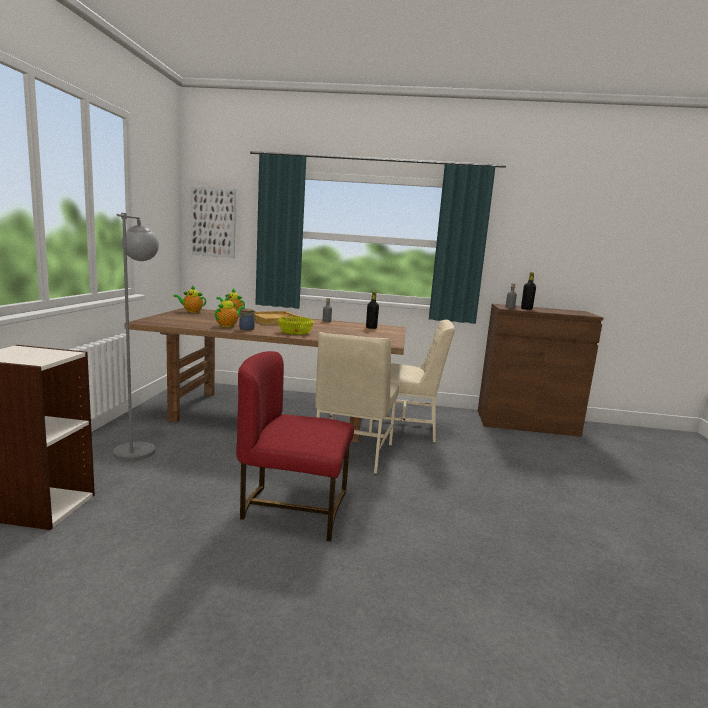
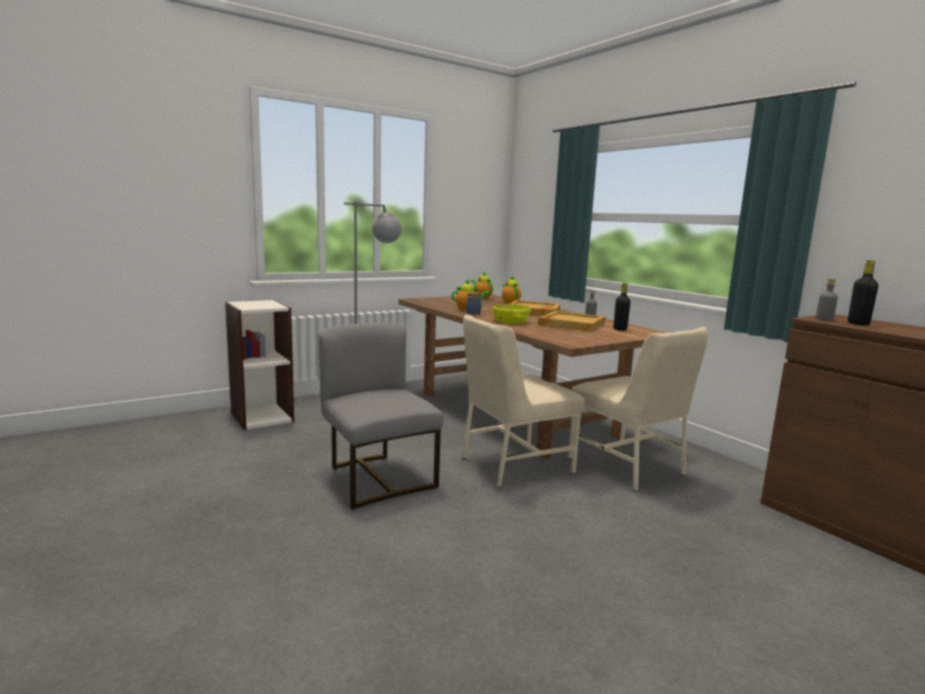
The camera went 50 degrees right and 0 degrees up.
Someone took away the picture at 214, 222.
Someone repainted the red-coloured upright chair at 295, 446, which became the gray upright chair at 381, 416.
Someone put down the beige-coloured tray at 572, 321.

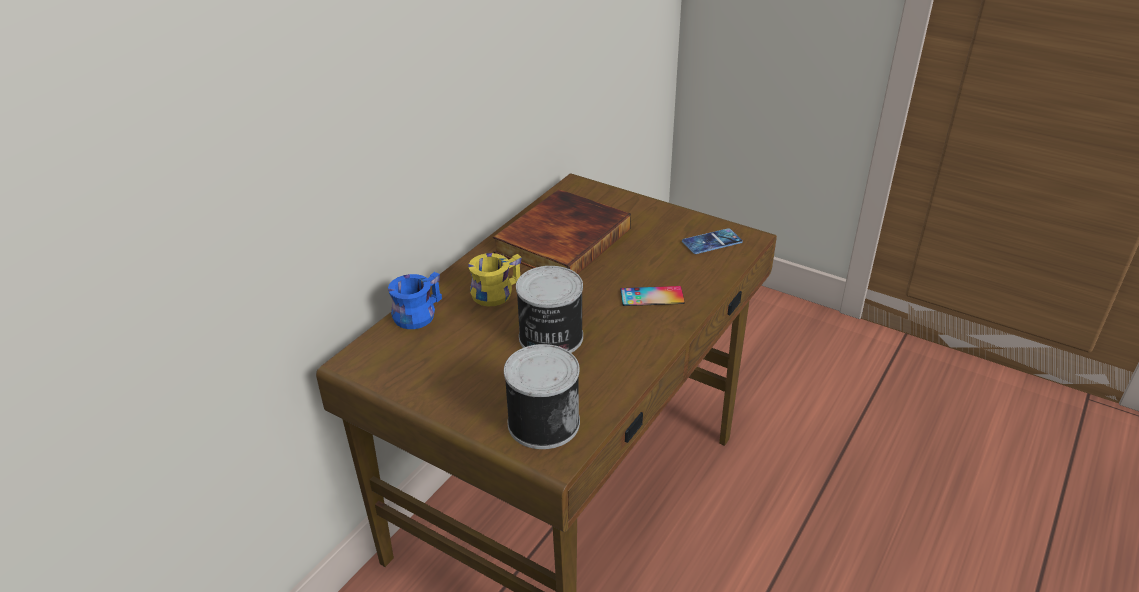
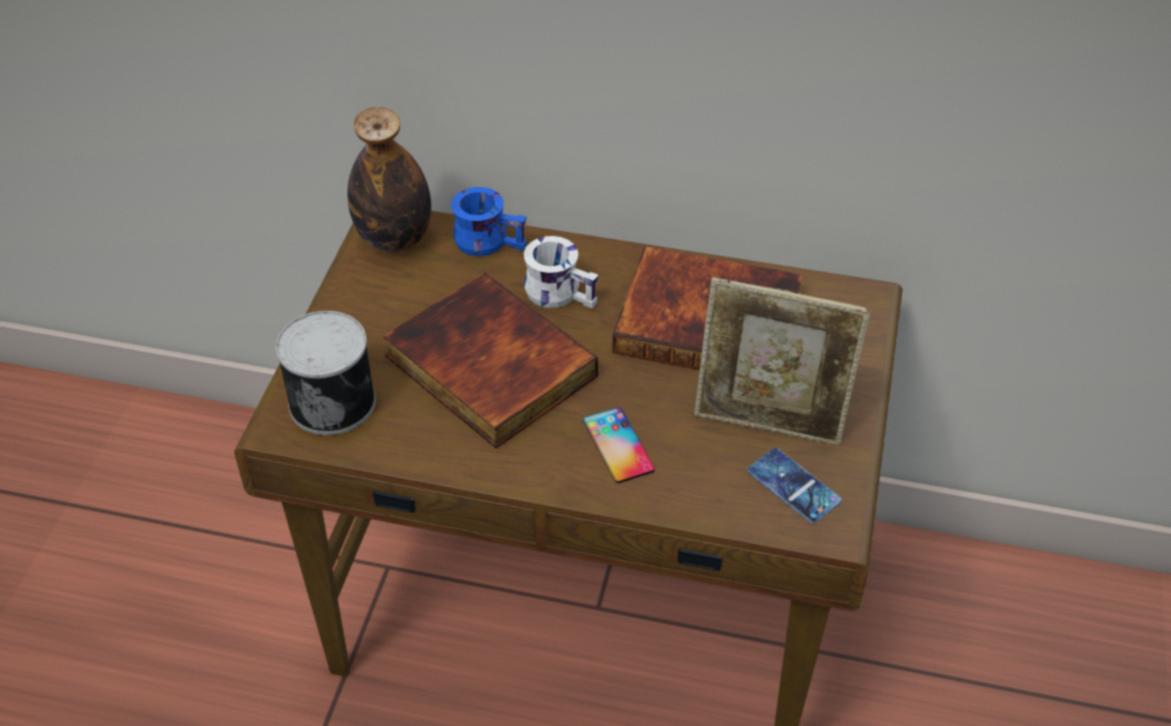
The camera went 70 degrees right and 10 degrees up.
Someone repainted the yellowish tea mug at 495, 279, which became the white-coloured tea mug at 561, 272.
Someone swapped the metal can at 549, 309 for the volume at 490, 360.
Someone put down the drink bottle at 389, 179.
Someone put down the picture frame at 782, 361.

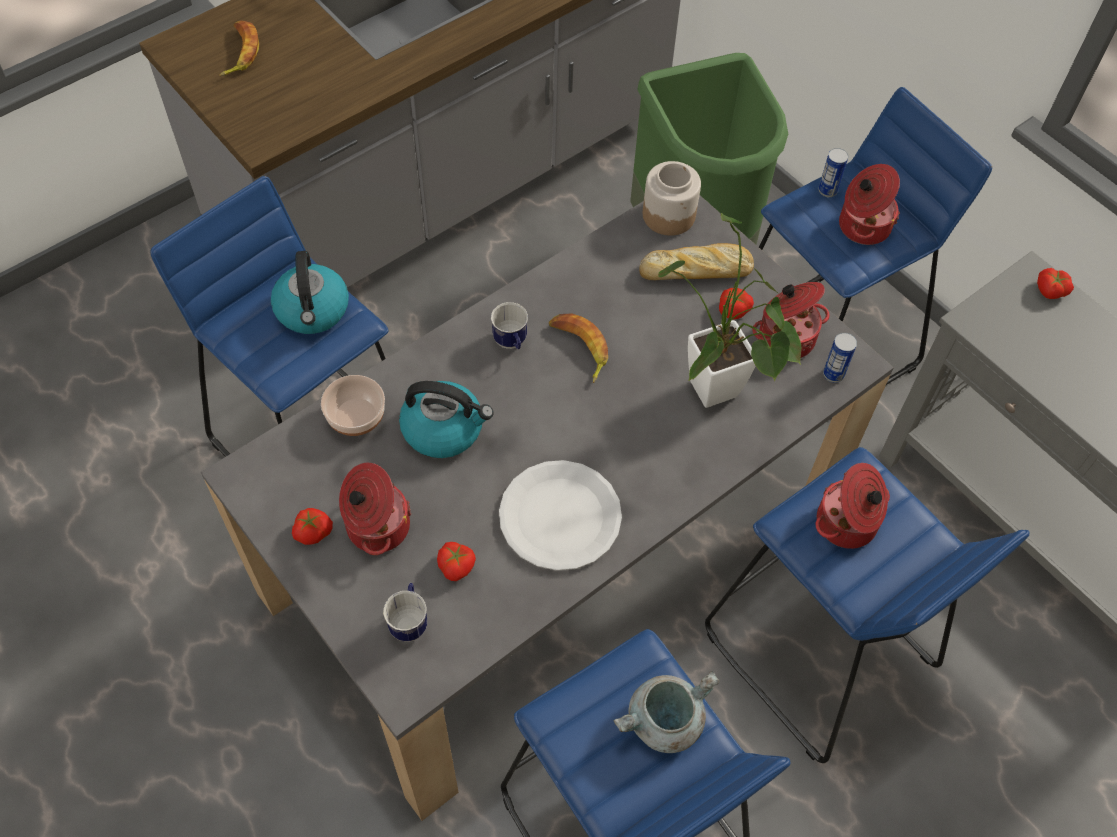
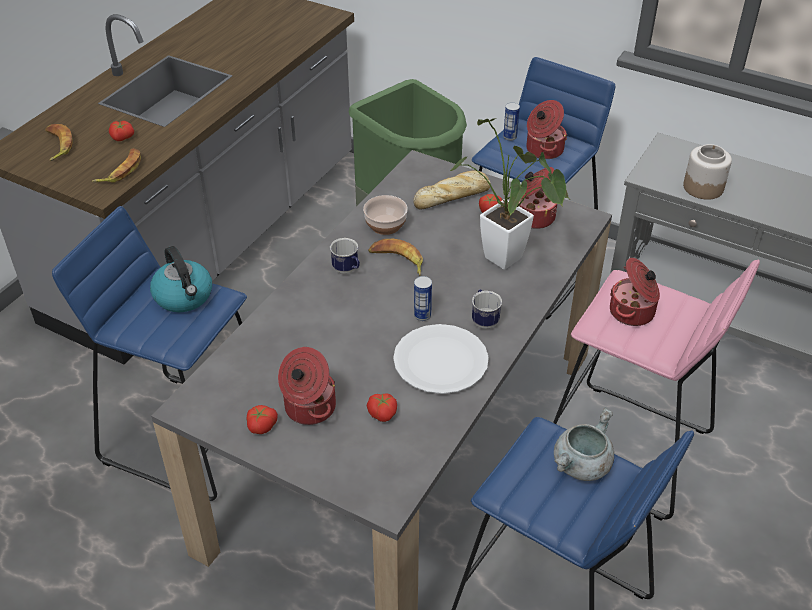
The camera went 20 degrees left and 15 degrees down.
Someone carried the serving bowl from 353, 405 to 385, 215.
Someone carried the tea mug from 405, 612 to 487, 309.
Someone took away the tea kettle at 446, 419.
Someone carried the storage jar from 672, 198 to 707, 172.
Someone repainted the bluish stool at 867, 605, which became the pink-coloured stool at 656, 390.
Someone carried the metal can from 840, 358 to 423, 298.
Someone carried the tomato from 1055, 283 to 121, 131.
Someone put down the banana fruit at 116, 165.

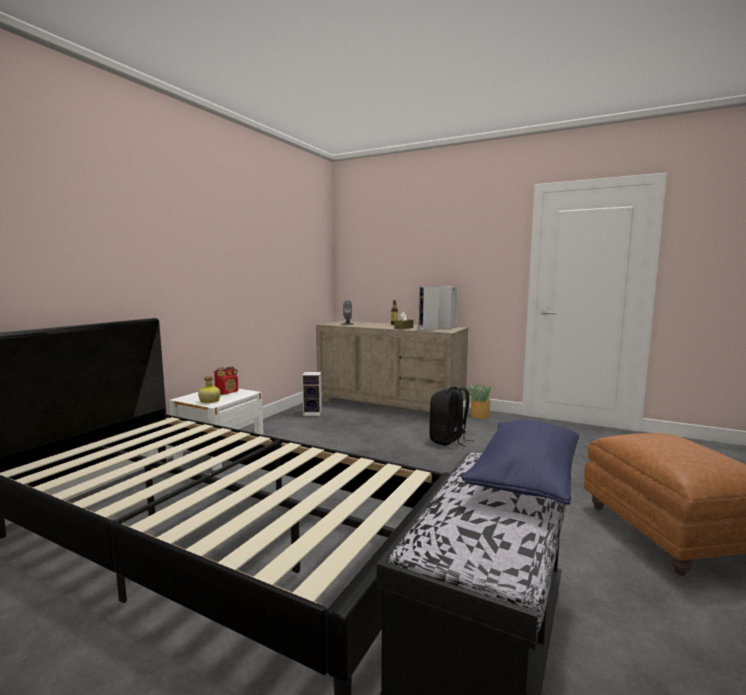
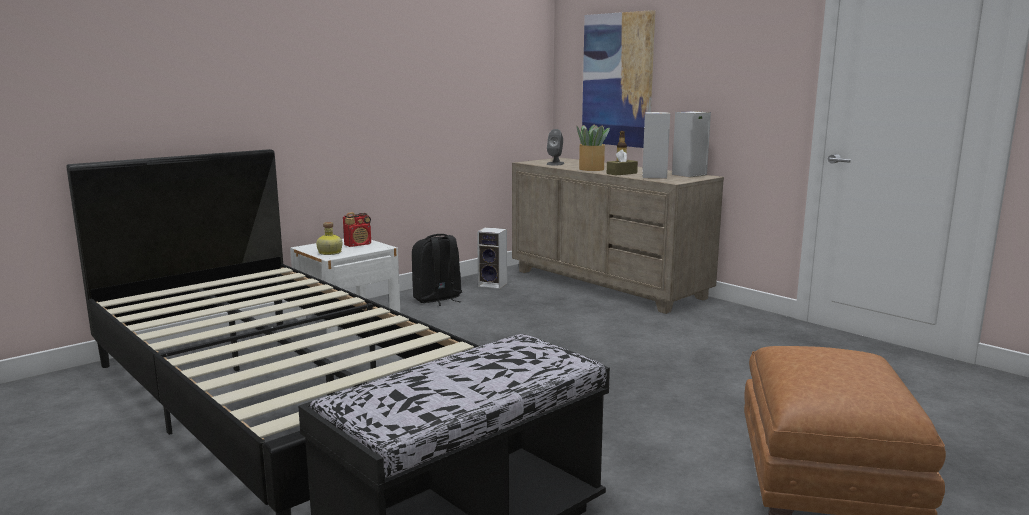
The camera went 20 degrees right and 5 degrees up.
Someone carried the black-coloured rucksack from 451, 417 to 437, 270.
Someone took away the bluish pillow at 520, 462.
Someone carried the potted plant from 480, 401 to 593, 148.
Someone put up the picture at 618, 79.

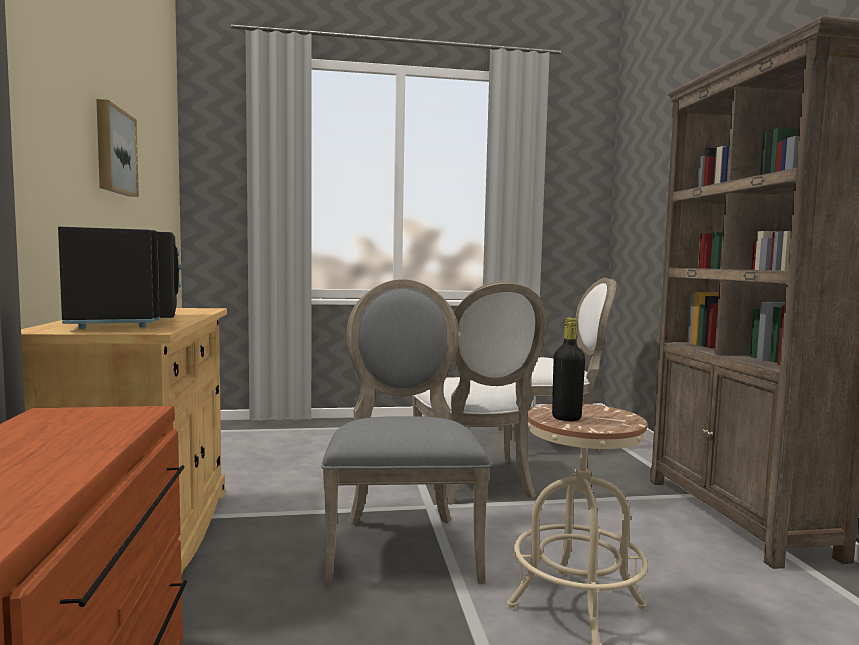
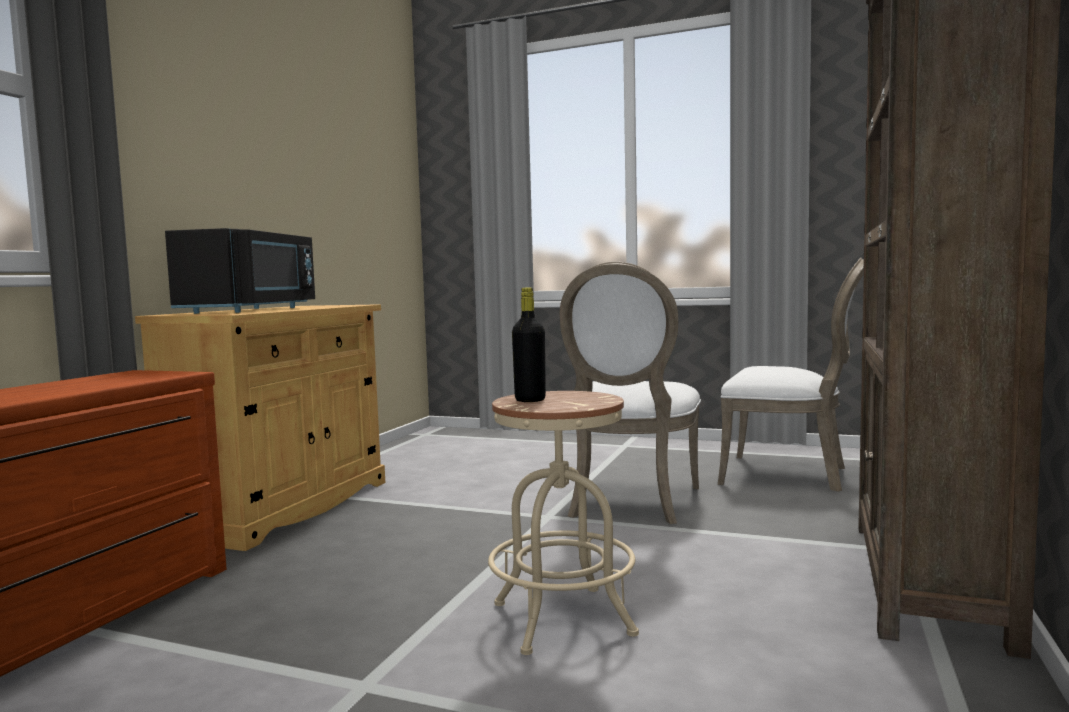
The camera went 30 degrees right and 0 degrees up.
Someone took away the picture at 117, 148.
Someone took away the gray upright chair at 406, 433.

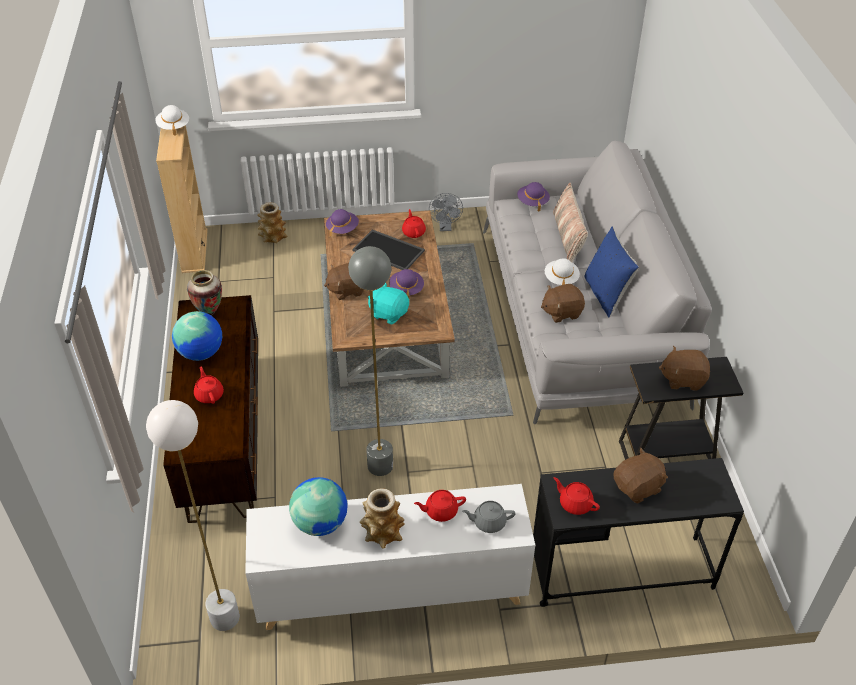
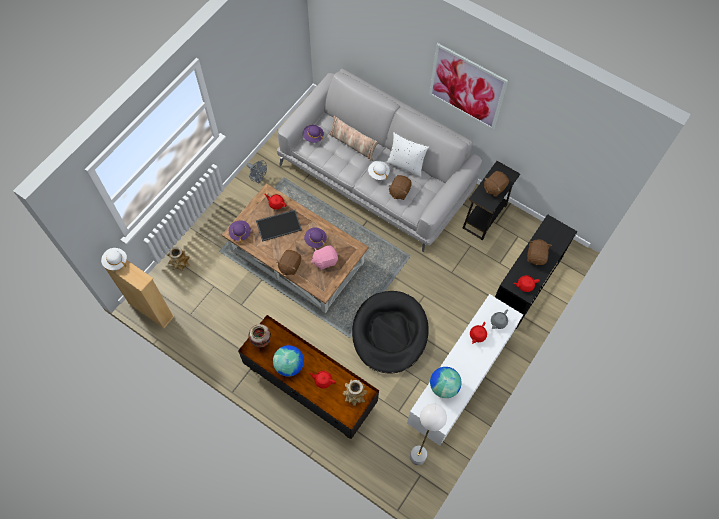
The camera went 50 degrees left and 20 degrees up.
Someone swapped the gray standing lamp at 370, 361 for the black-coloured pet bed at 390, 332.
Someone carried the vase from 382, 518 to 355, 393.
Someone repainted the turquoise-coloured plush toy at 388, 304, which became the pink-coloured plush toy at 324, 258.
Someone repainted the bluish pillow at 611, 272, which became the white-coloured pillow at 407, 154.
Someone put up the picture at 468, 86.

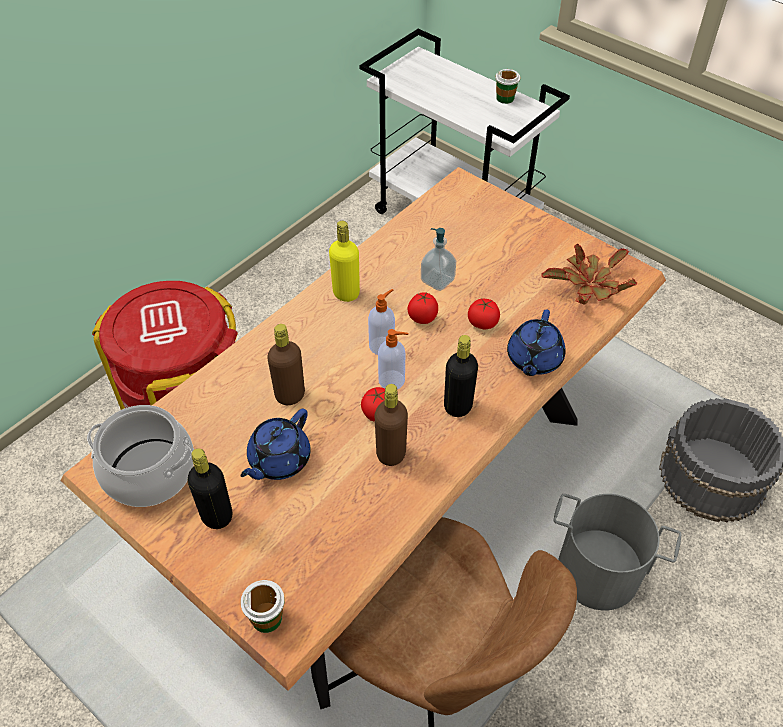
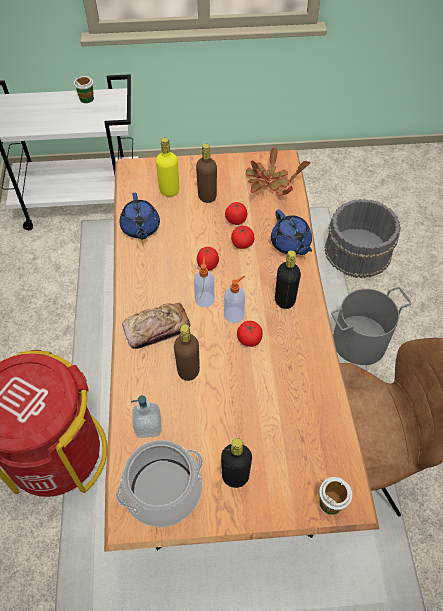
The camera went 45 degrees left and 5 degrees up.
Someone carried the bluish pot for tea from 276, 444 to 139, 216.
Someone carried the yellowish drink bottle from 344, 261 to 167, 167.
Someone carried the brownish drink bottle from 391, 425 to 206, 173.
Someone carried the liquid soap bottle from 438, 259 to 146, 416.
Someone put down the baked bread at 156, 326.
Someone put down the tomato at 236, 213.

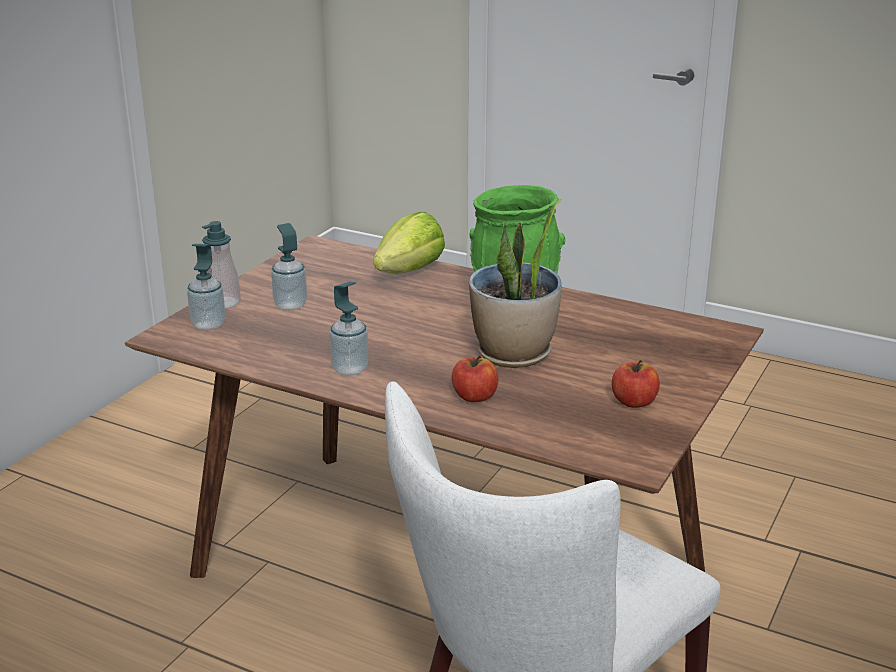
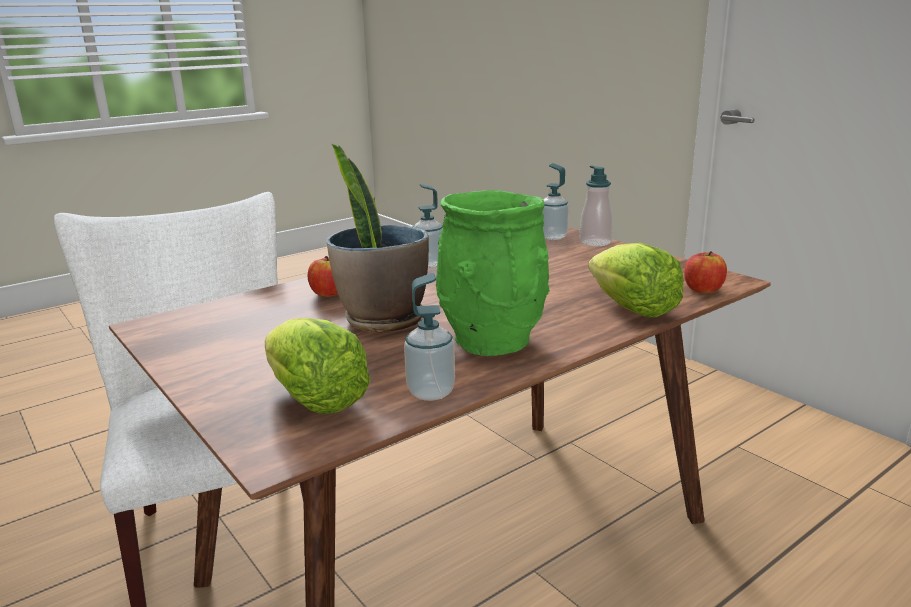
The camera went 115 degrees right and 5 degrees down.
Someone carried the liquid soap bottle from 289, 267 to 429, 337.
Someone carried the apple from 636, 384 to 705, 272.
Someone put down the lettuce at 317, 366.

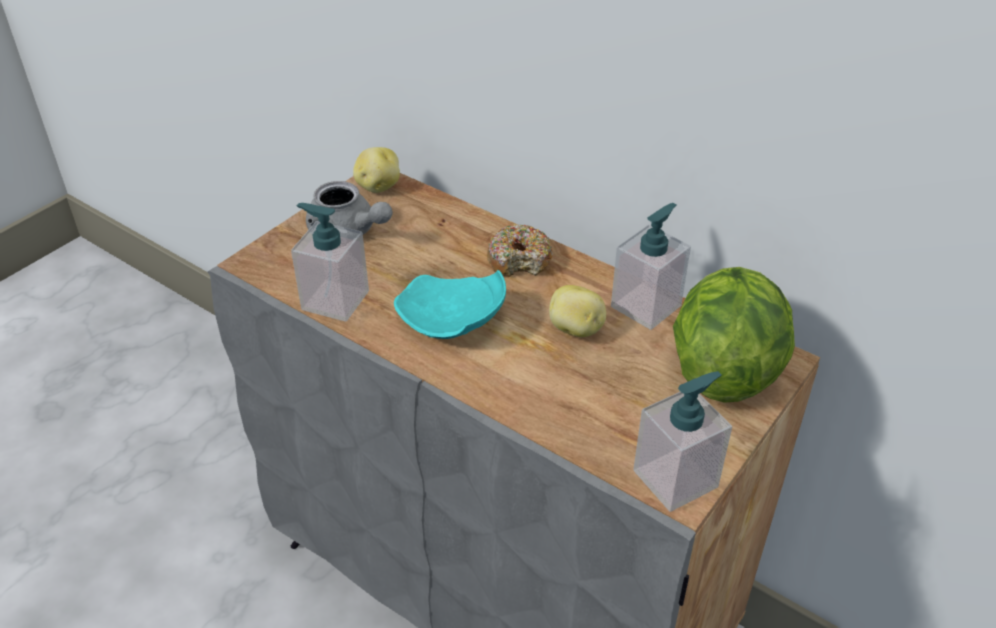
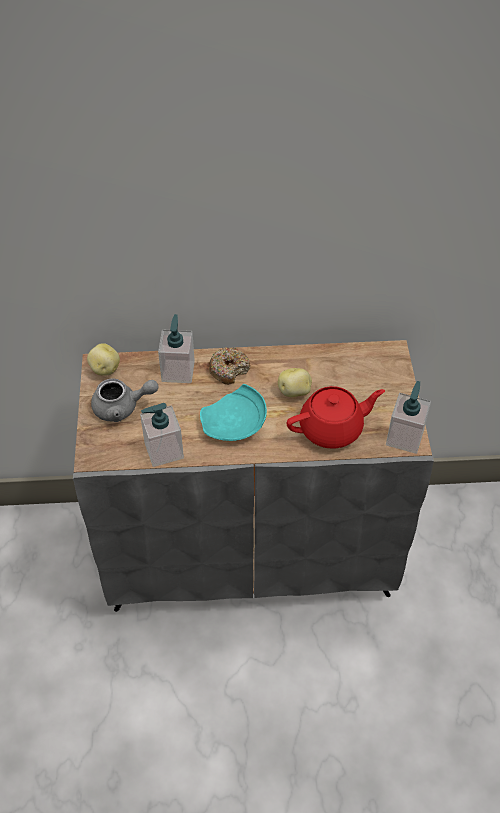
The camera went 40 degrees left and 10 degrees up.
Someone carried the liquid soap bottle from 651, 266 to 176, 348.
Someone took away the lettuce at 734, 335.
Someone put down the red-coloured pot for tea at 335, 417.

